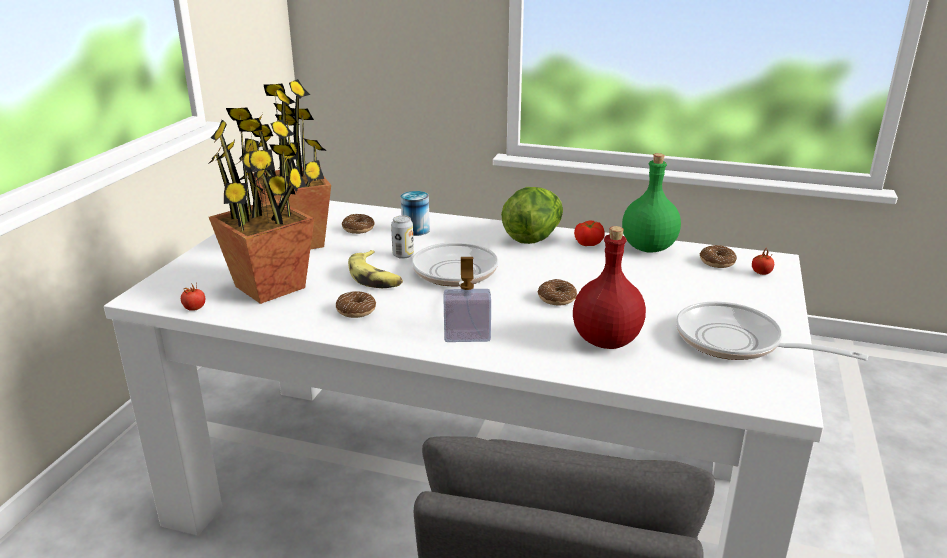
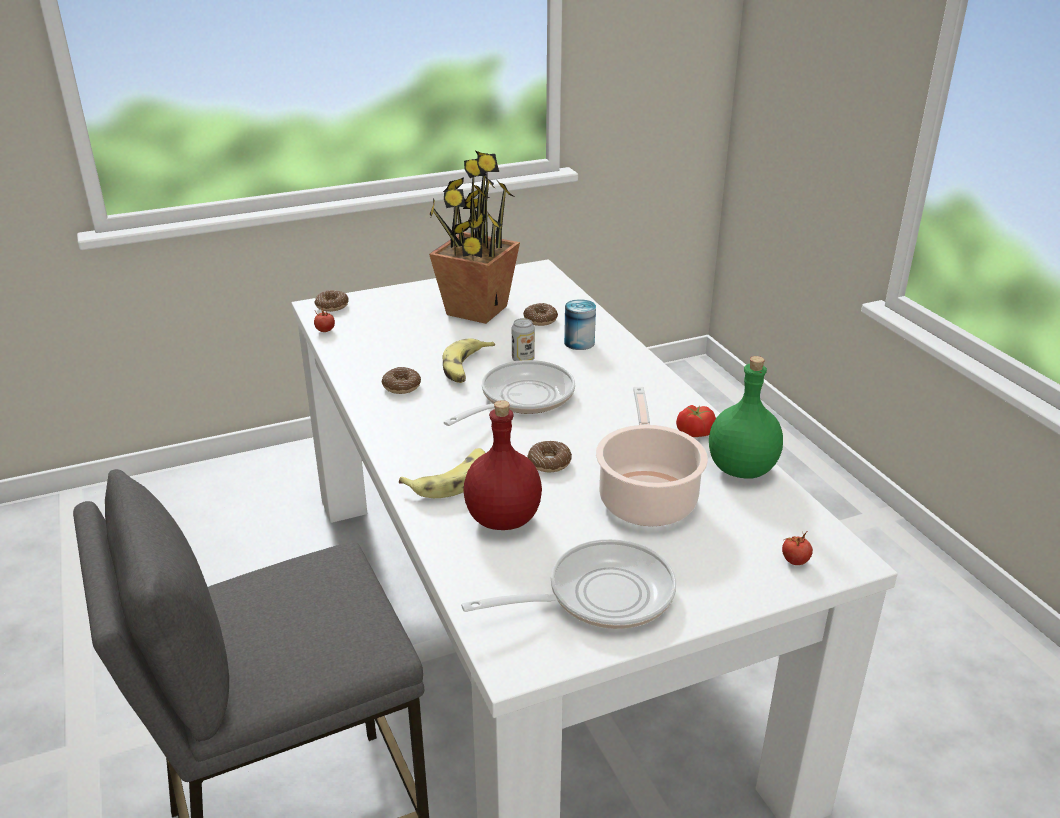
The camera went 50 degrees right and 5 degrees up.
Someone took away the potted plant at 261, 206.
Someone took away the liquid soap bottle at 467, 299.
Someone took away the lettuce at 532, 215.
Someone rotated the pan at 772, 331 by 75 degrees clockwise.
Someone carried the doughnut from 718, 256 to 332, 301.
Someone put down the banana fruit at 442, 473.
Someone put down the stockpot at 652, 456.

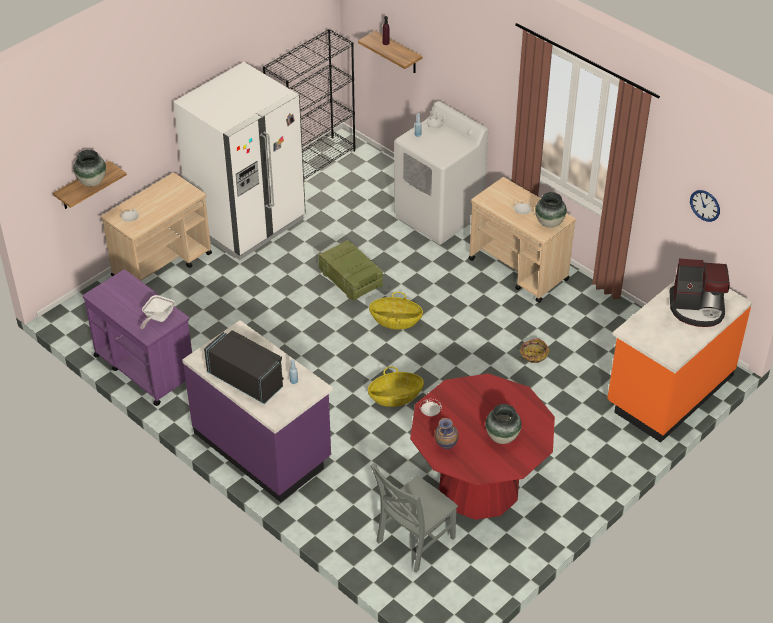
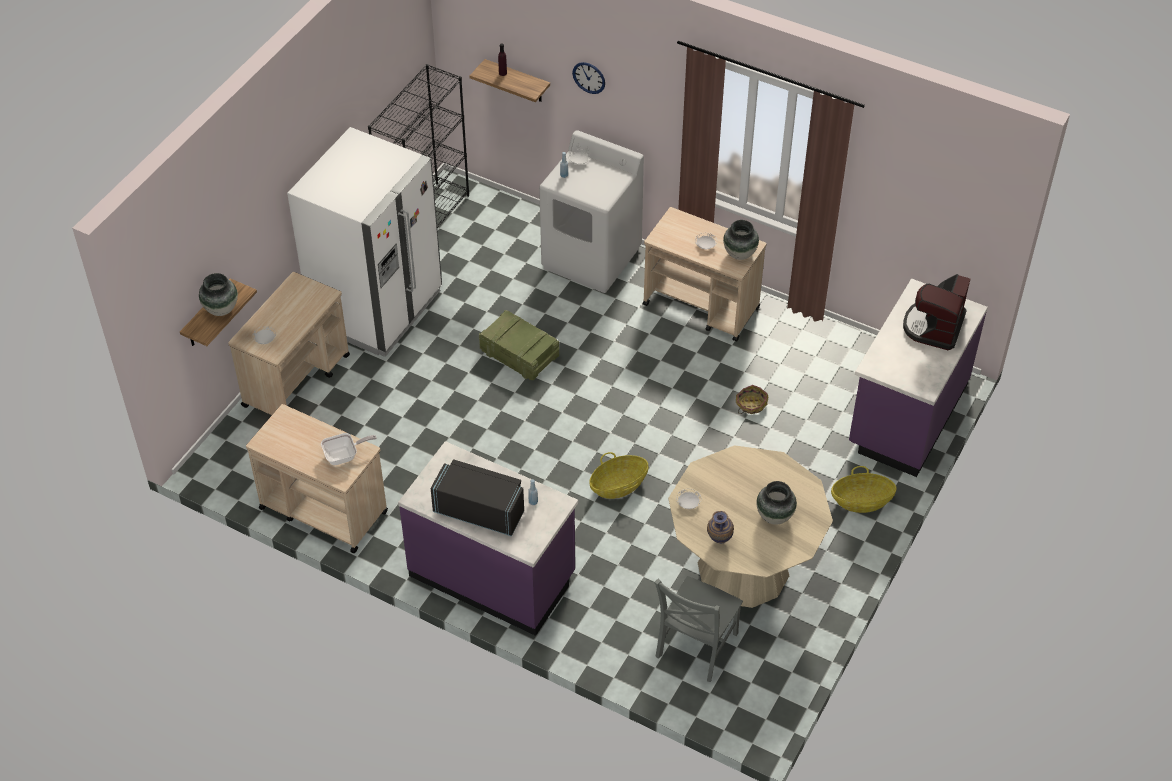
The camera went 15 degrees left and 5 degrees up.
Someone repainted the purplish wheeled cart at 137, 337, which became the beige-coloured wheeled cart at 317, 478.
Someone rotated the pan at 157, 312 by 120 degrees counterclockwise.
Someone carried the basket from 396, 311 to 864, 489.
Someone repainted the red-coloured dining table at 482, 446, which became the beige-coloured dining table at 750, 526.
Someone repainted the orangey kitchen base unit at 679, 362, which became the purplish kitchen base unit at 918, 377.
Someone rotated the coffee machine at 700, 293 by 120 degrees clockwise.
Someone carried the clock on the wall from 705, 206 to 588, 78.

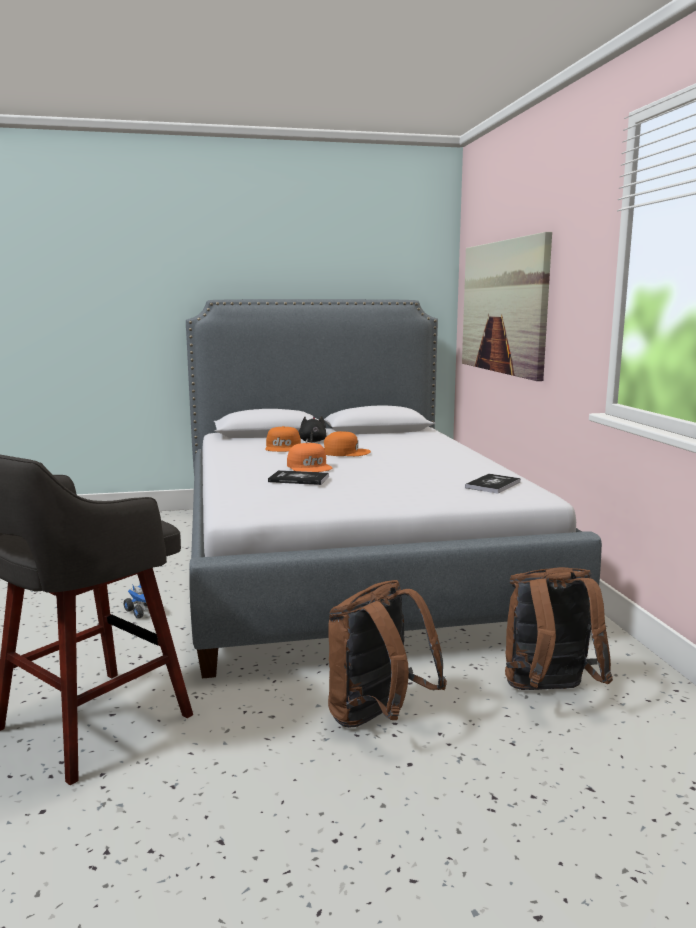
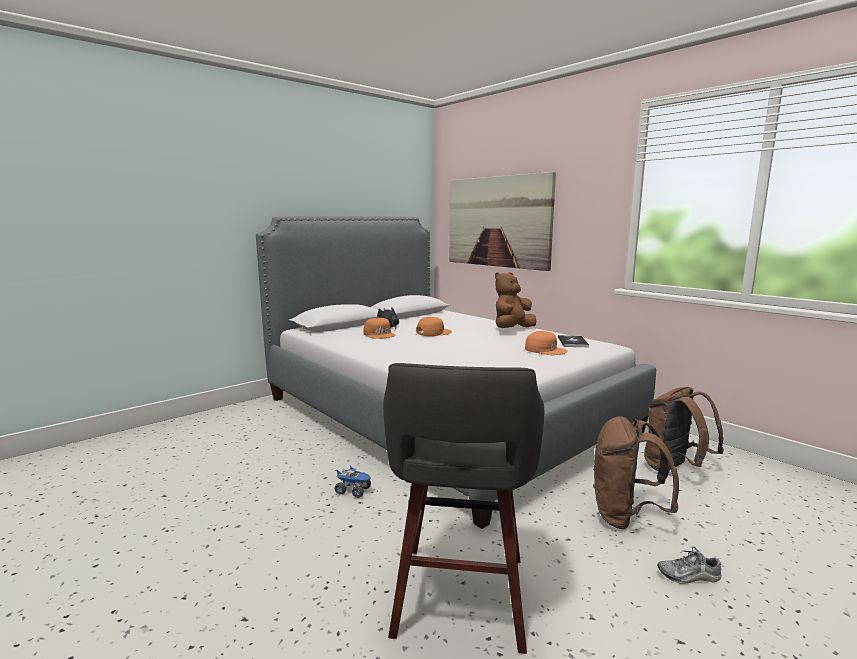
The camera went 30 degrees left and 0 degrees up.
Someone took away the volume at 298, 477.
Someone carried the orangey baseball cap from 309, 457 to 546, 343.
Someone put down the brownish plush toy at 515, 300.
Someone put down the item of footwear at 689, 565.

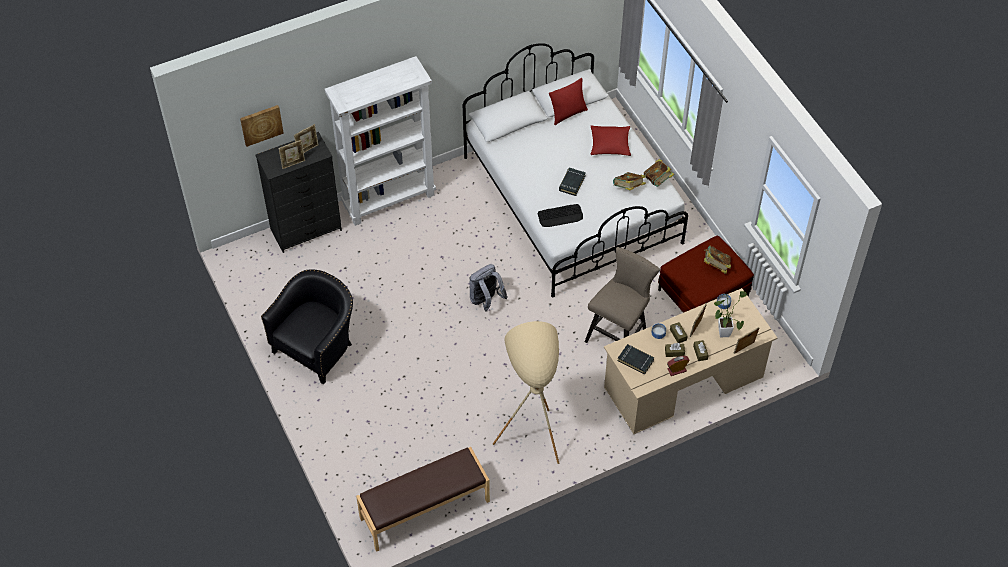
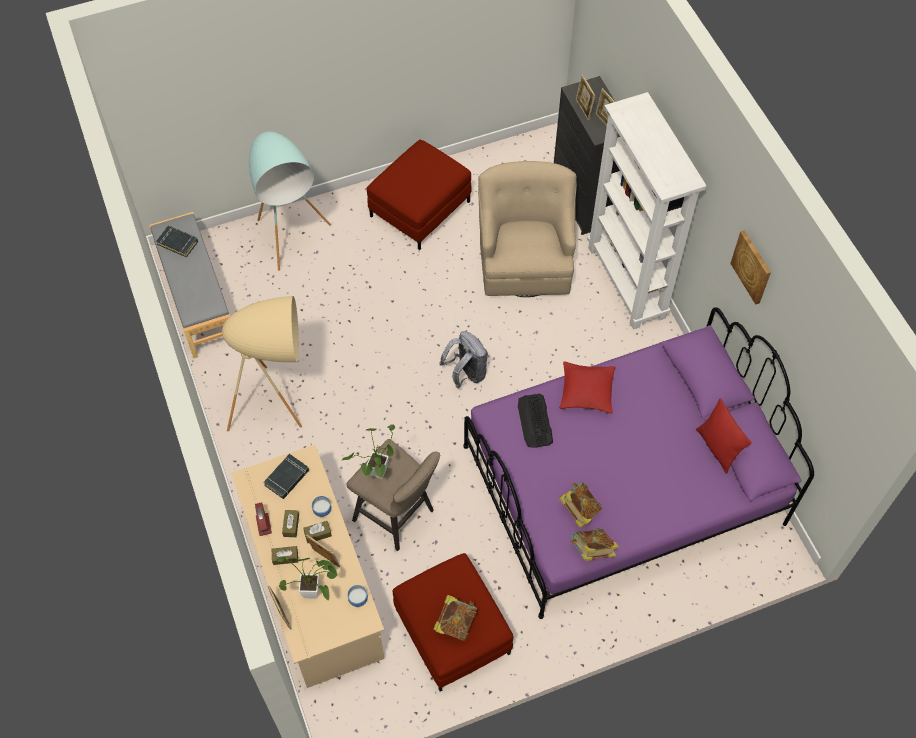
The camera went 95 degrees right and 5 degrees up.
Someone carried the picture from 262, 126 to 750, 267.
Someone swapped the black-coloured armchair at 307, 326 for the red-coloured pouffe at 418, 195.
Someone repainted the brownish long seat at 423, 499, which became the gray long seat at 189, 285.
Someone repainted the white-coloured bedroom bed at 575, 170, which became the purplish bedroom bed at 638, 463.
Someone carried the black-coloured volume from 572, 181 to 177, 241.
Someone carried the red-coloured pillow from 610, 140 to 587, 387.
Someone put down the turquoise-coloured standing lamp at 290, 201.
Someone put down the potted plant at 368, 451.
Someone put down the beige-coloured armchair at 527, 229.

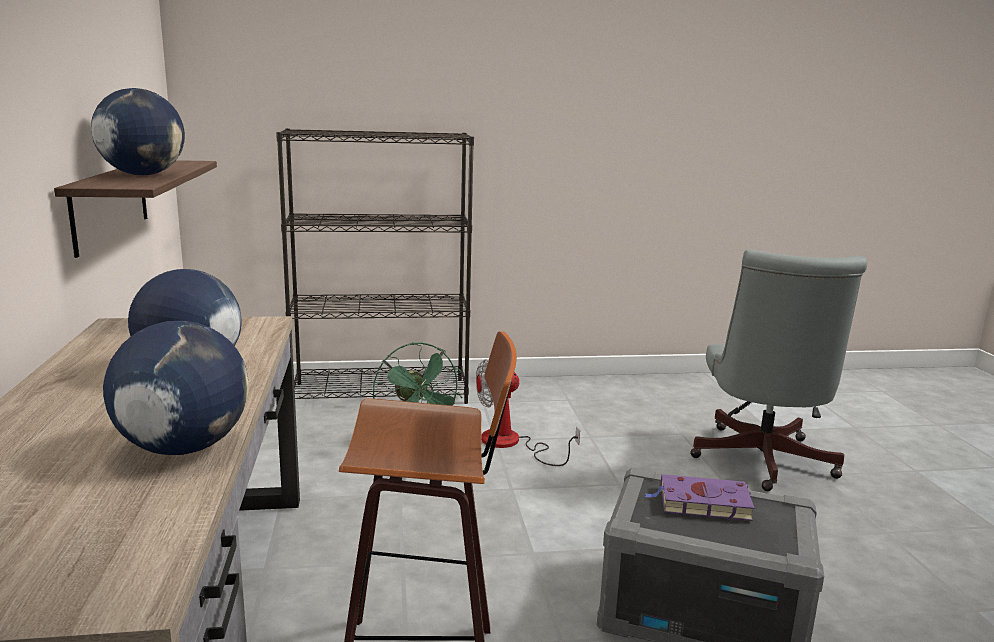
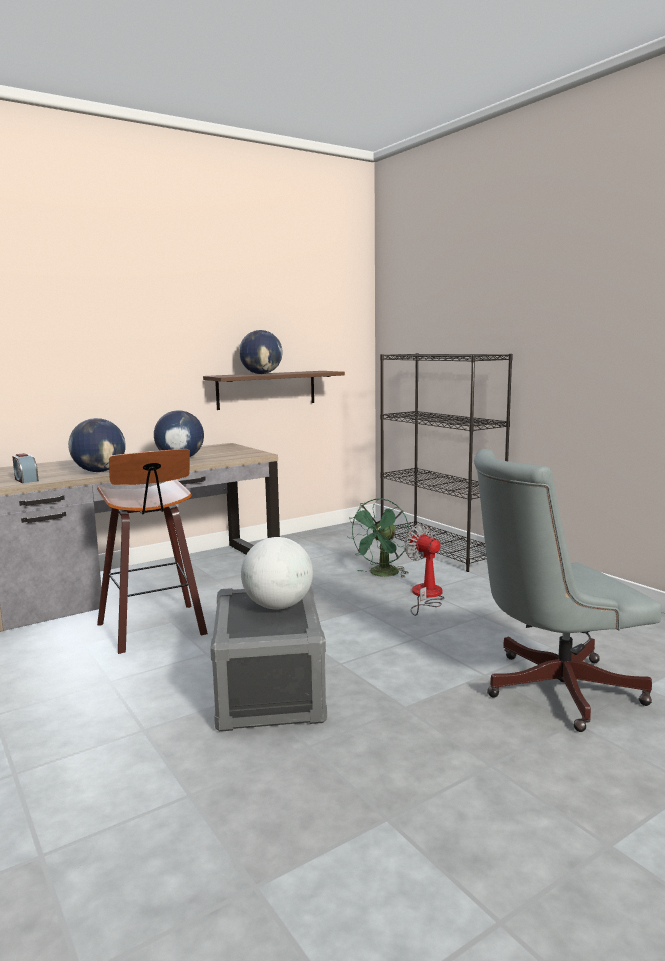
The camera went 65 degrees right and 5 degrees down.
Someone swapped the purplish volume at 699, 497 for the globe at 277, 573.
Someone put down the alarm clock at 25, 468.

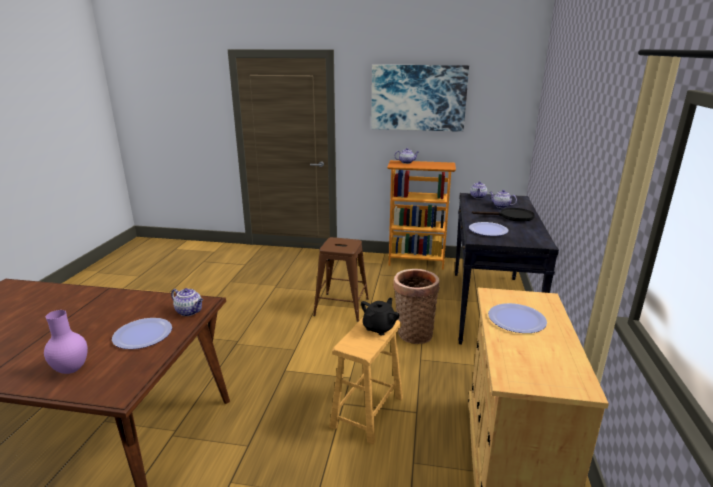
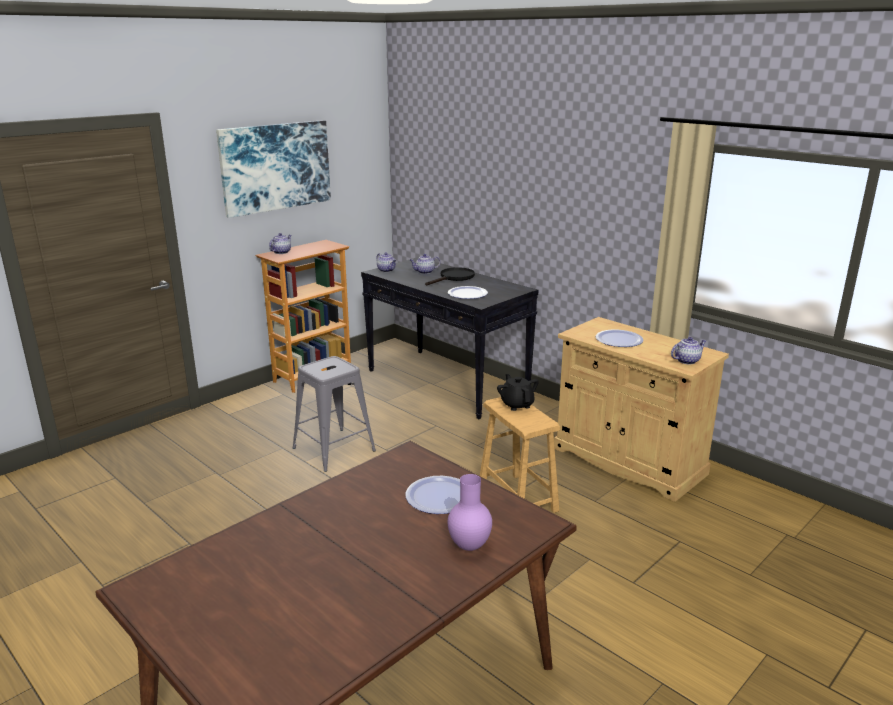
The camera went 55 degrees left and 0 degrees up.
Someone carried the pot for tea from 187, 302 to 688, 350.
Someone repainted the brownish stool at 341, 279, which became the gray stool at 334, 414.
Someone took away the basket at 416, 306.

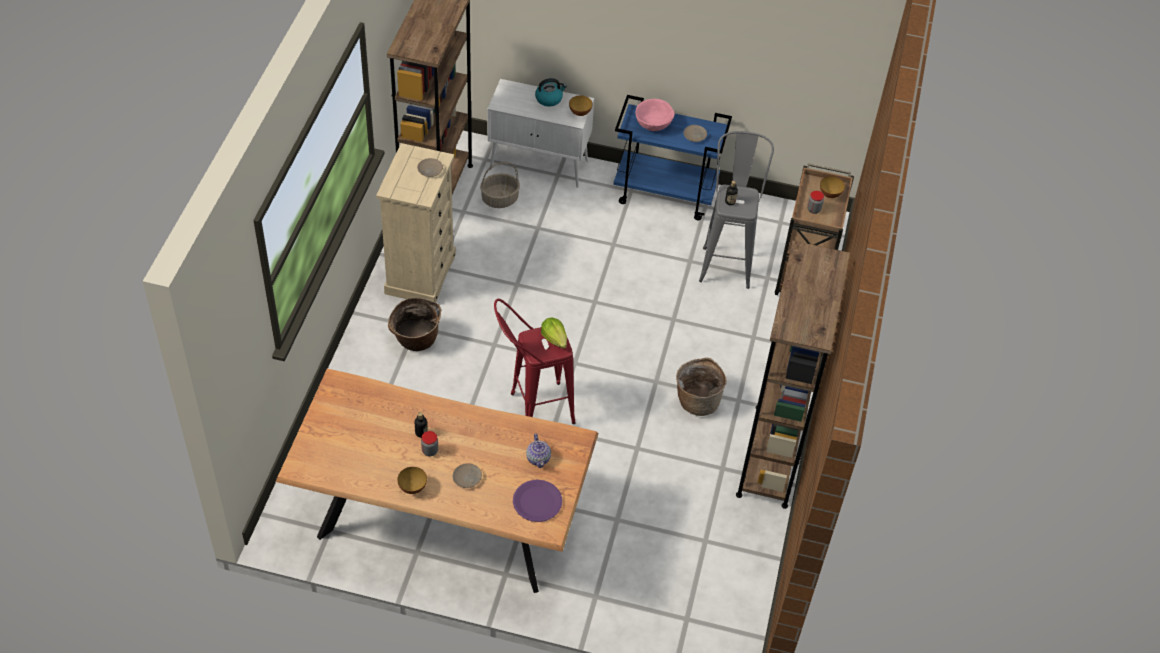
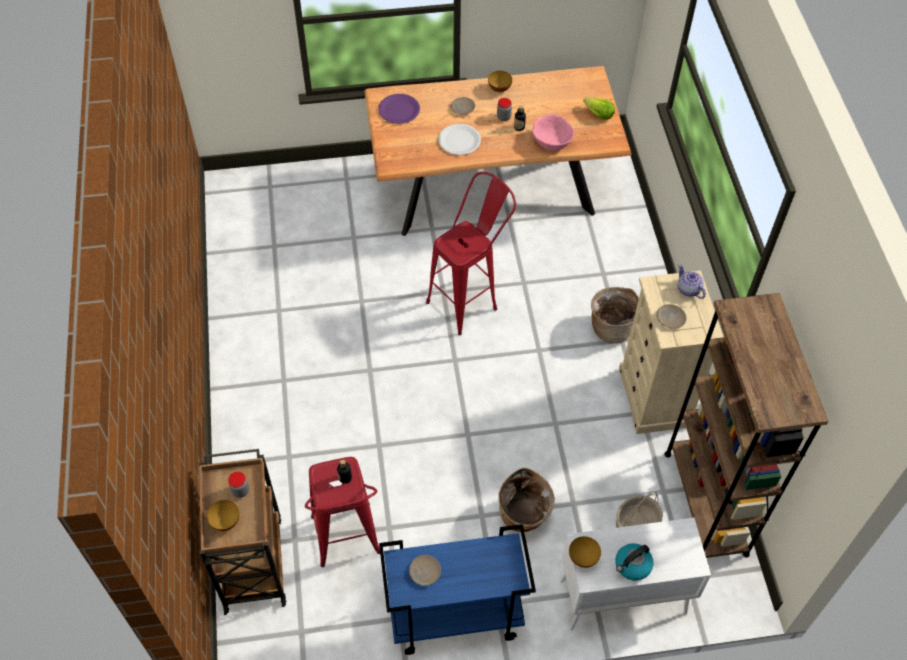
The camera went 160 degrees right and 5 degrees up.
Someone carried the pot for tea from 538, 451 to 692, 281.
Someone carried the lettuce from 554, 333 to 599, 108.
Someone carried the pink-coloured serving bowl from 655, 115 to 553, 132.
Someone carried the basket from 701, 387 to 526, 500.
Someone repainted the gray stool at 736, 210, which became the red-coloured stool at 342, 512.
Someone took away the brownish shelving unit at 793, 374.
Someone put down the white-coloured flat dish at 459, 139.

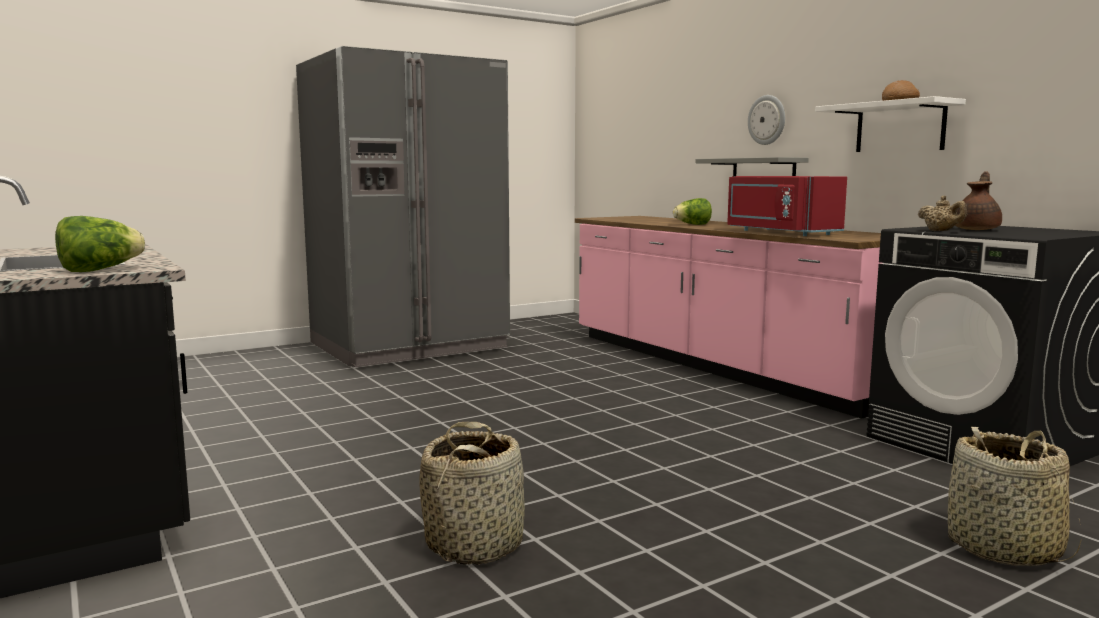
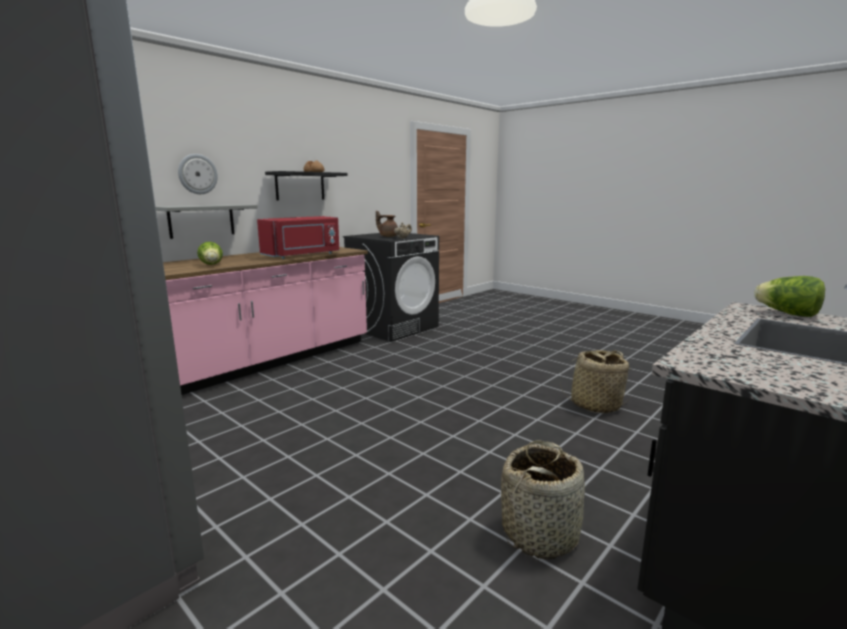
The camera went 105 degrees left and 5 degrees up.
Someone repainted the white-coloured bracket shelf at 890, 124, which became the black-coloured bracket shelf at 306, 185.
Someone carried the basket from 1015, 496 to 543, 499.

